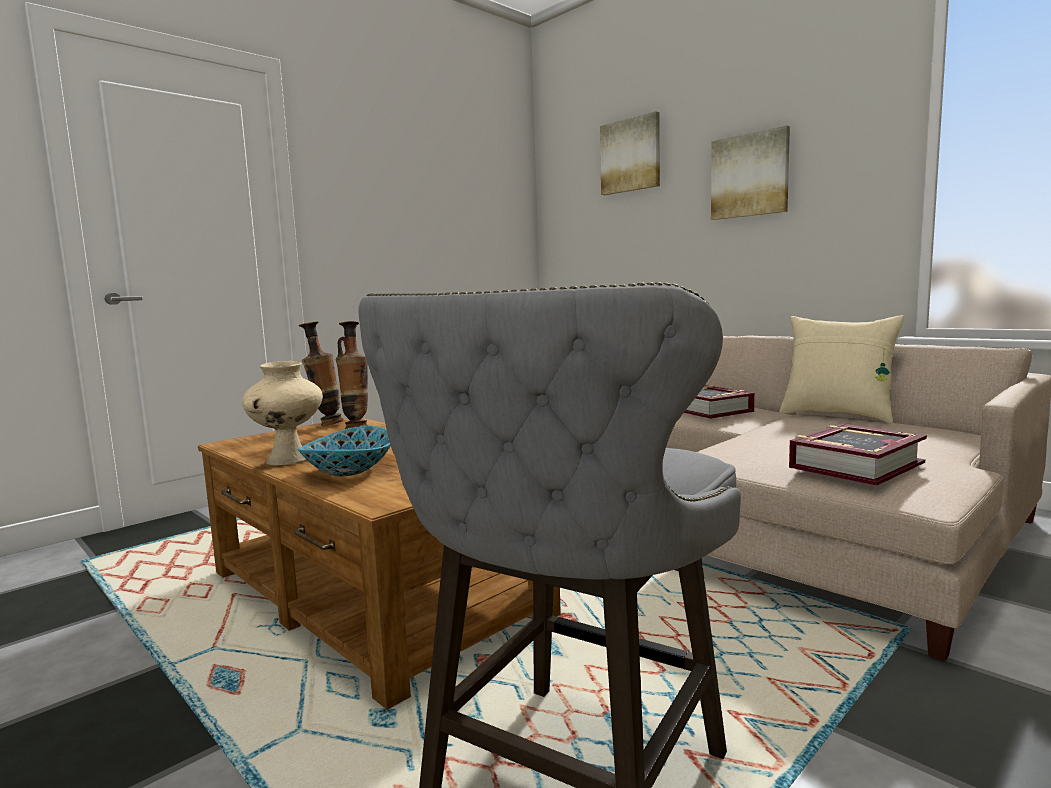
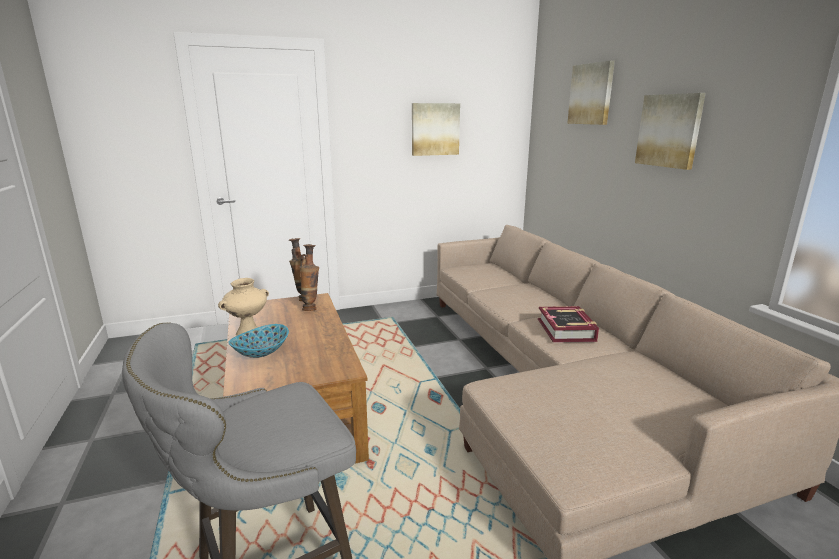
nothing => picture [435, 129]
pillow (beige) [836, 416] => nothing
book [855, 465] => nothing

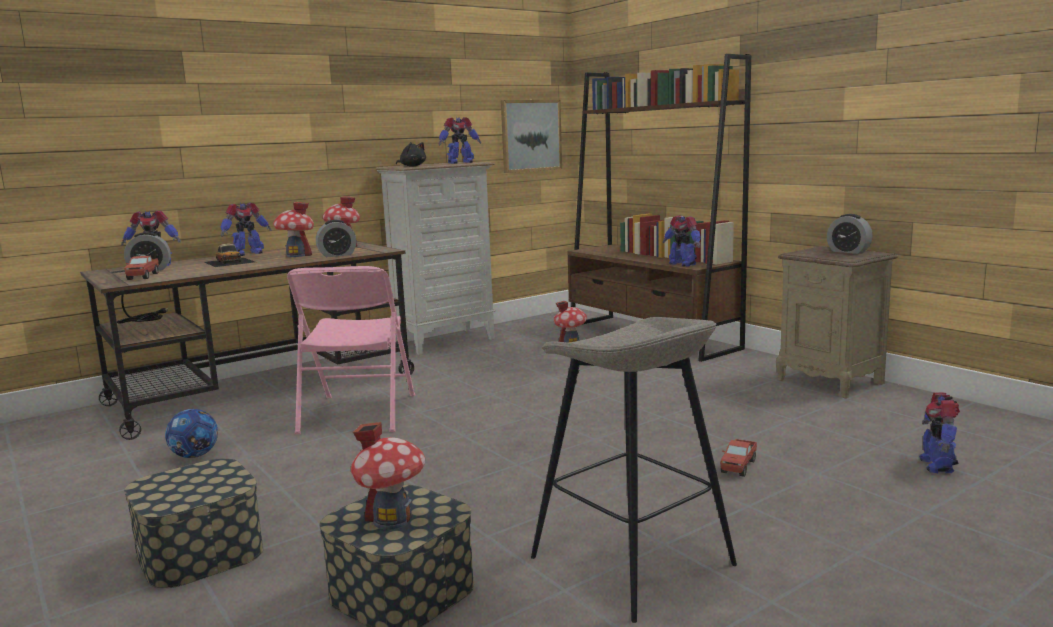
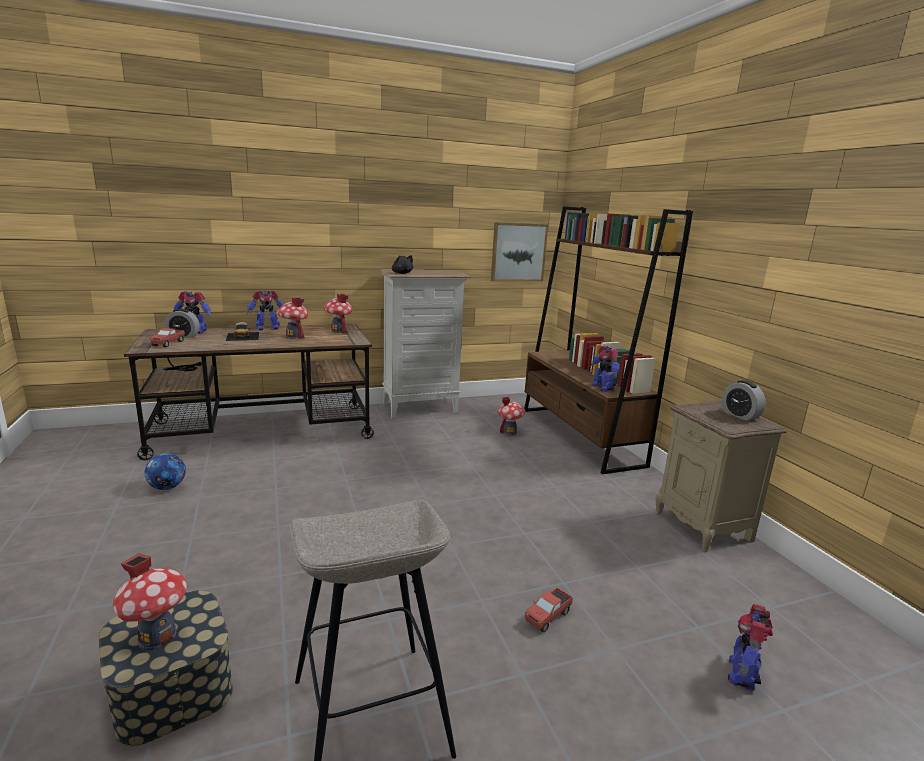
storage box [200, 552] => nothing
chair (pink) [358, 414] => nothing
alarm clock [337, 255] => nothing
toy robot [459, 163] => nothing

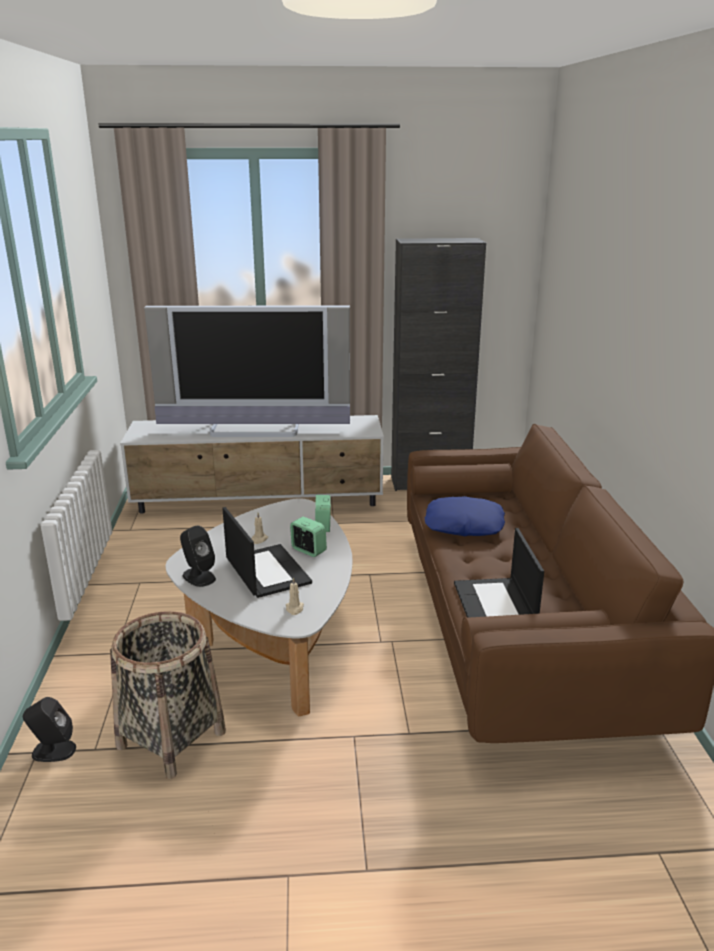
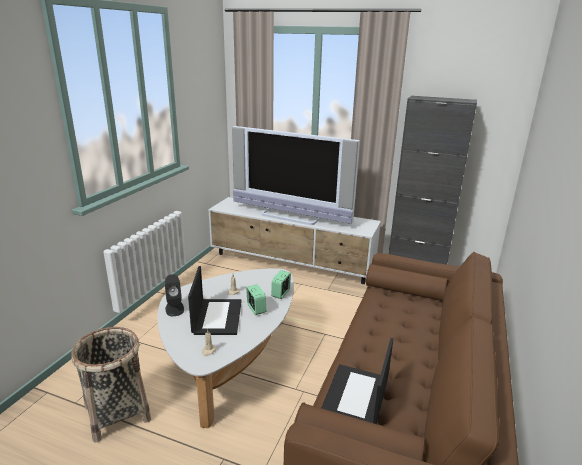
speaker (black) [53, 751] => nothing
pillow (blue) [464, 525] => nothing

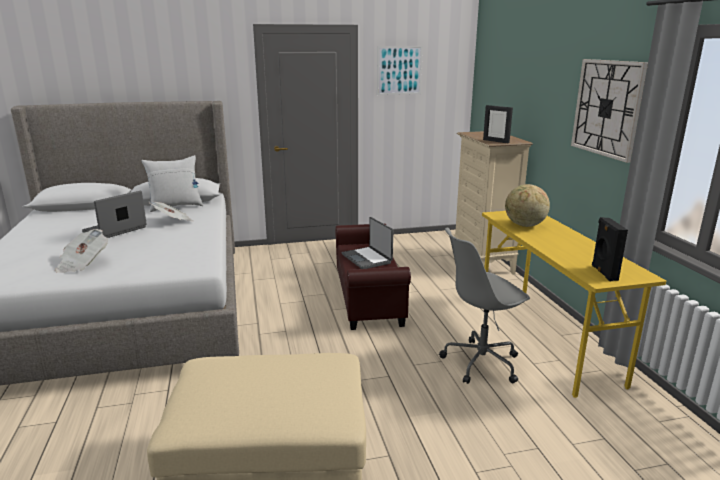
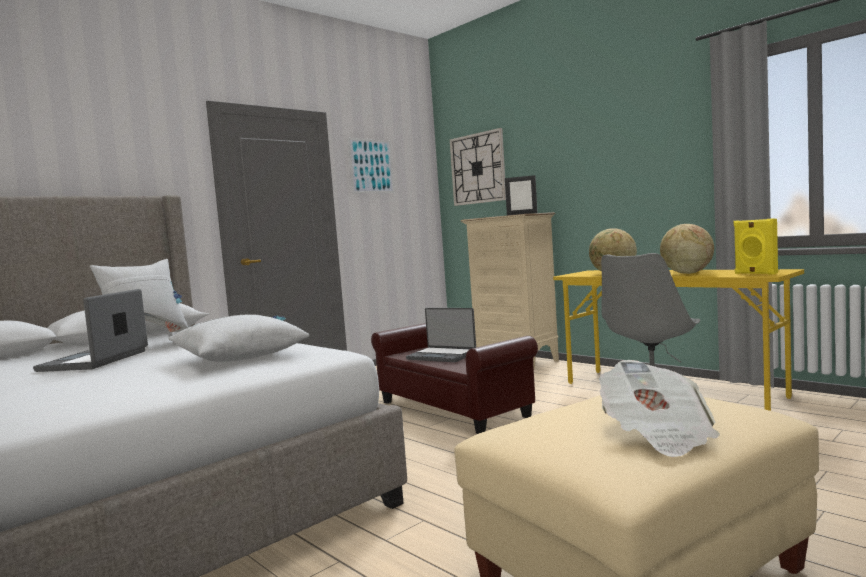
nothing => pillow (grey) [239, 357]
wall clock [607, 108] => wall clock [478, 168], move
newspaper [83, 264] => newspaper [657, 435], move
nothing => globe [687, 273]
speaker (black) [603, 273] => speaker (yellow) [755, 273]

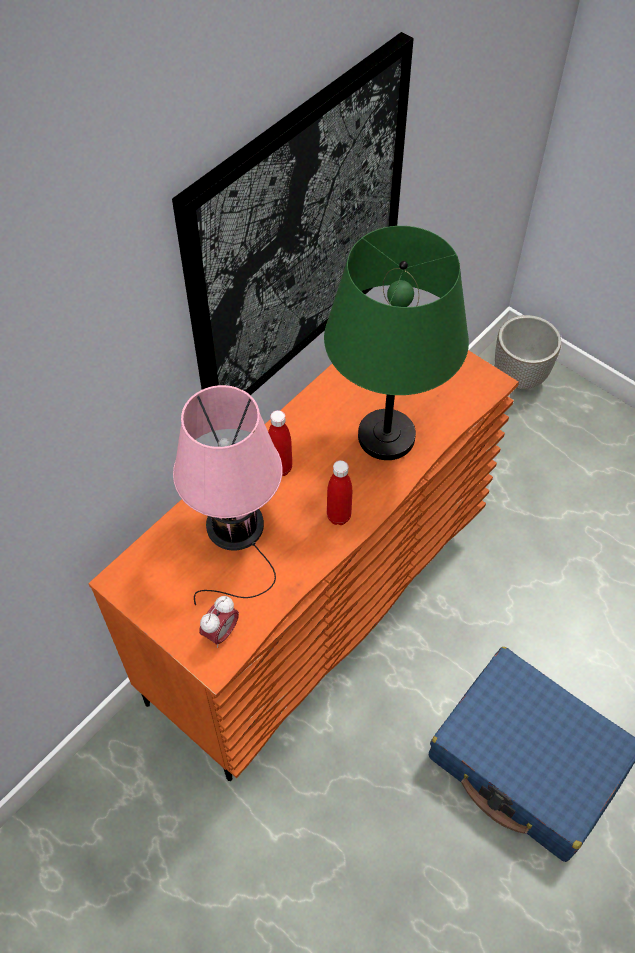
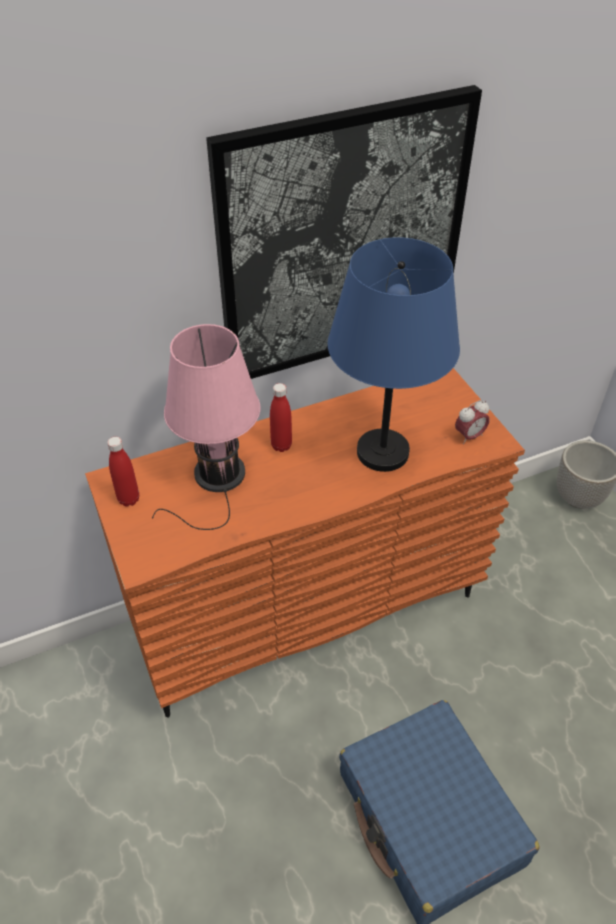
bottle (red) [338, 516] => bottle (red) [129, 499], move
table lamp (green) [387, 437] => table lamp (blue) [383, 453]
alarm clock [221, 632] => alarm clock [469, 436], move

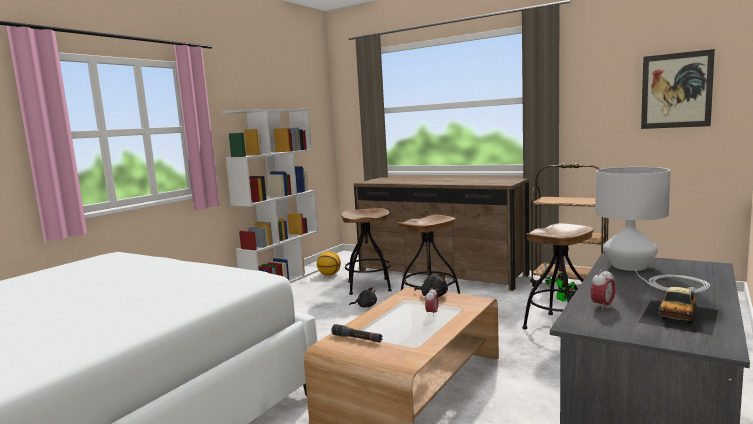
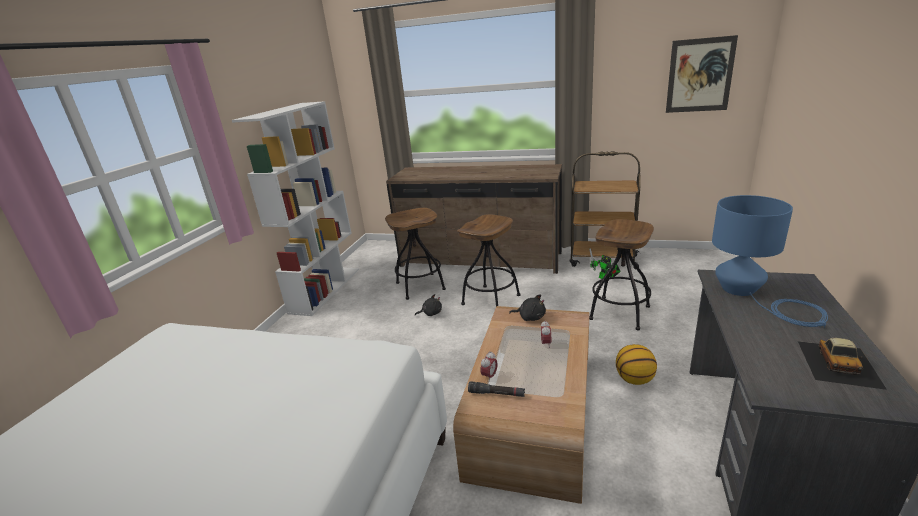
alarm clock [602, 306] => alarm clock [489, 376], move
basketball [329, 274] => basketball [634, 379], move
table lamp (white) [646, 273] => table lamp (blue) [760, 297]

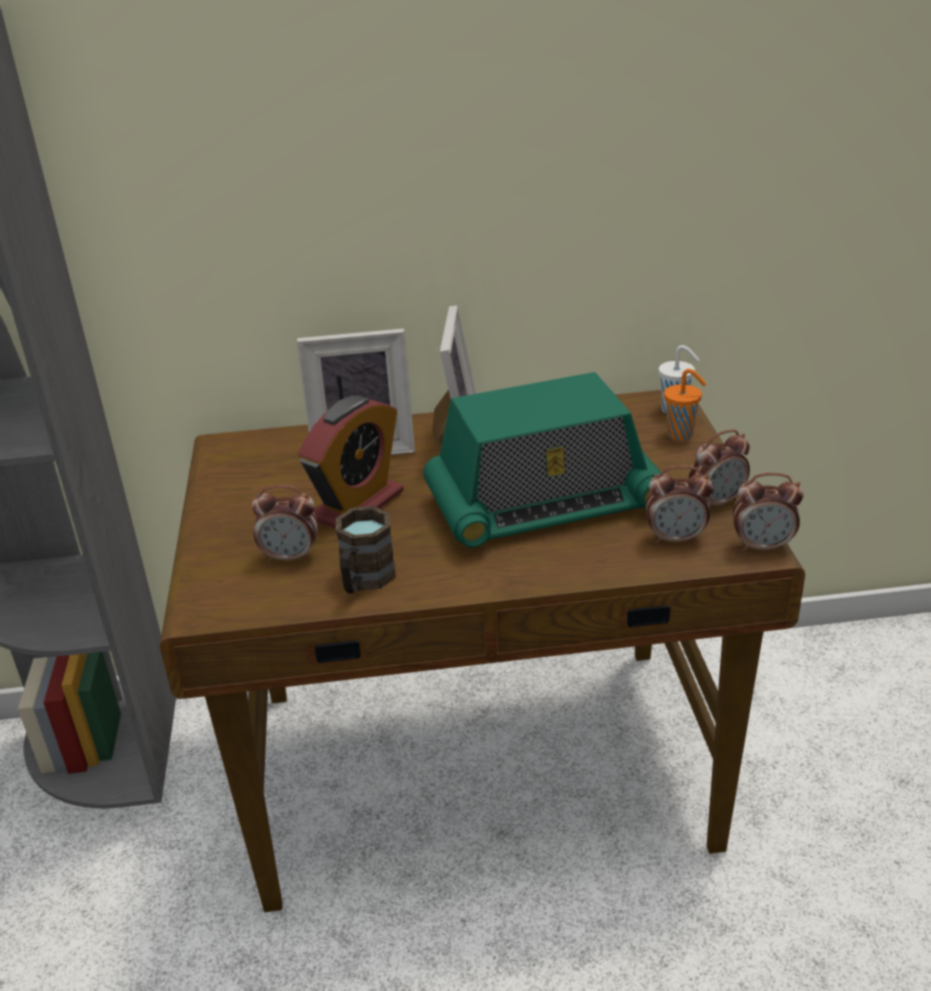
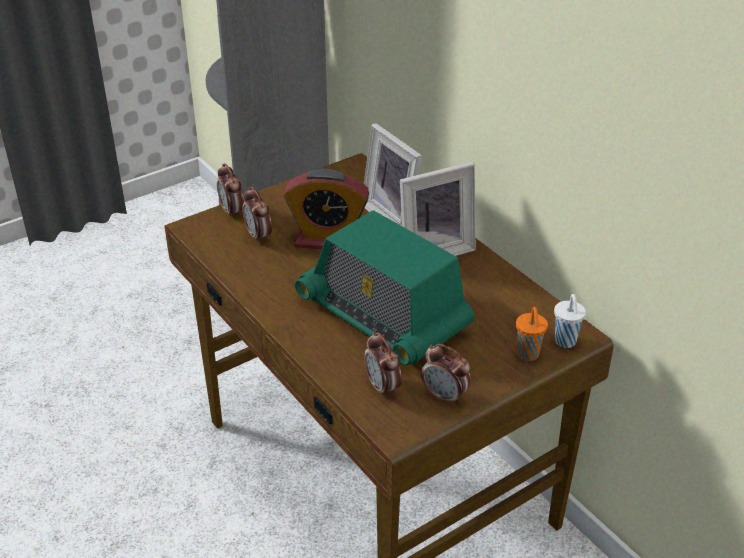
alarm clock [762, 547] => alarm clock [232, 212], move
mug (brown) [364, 581] => nothing

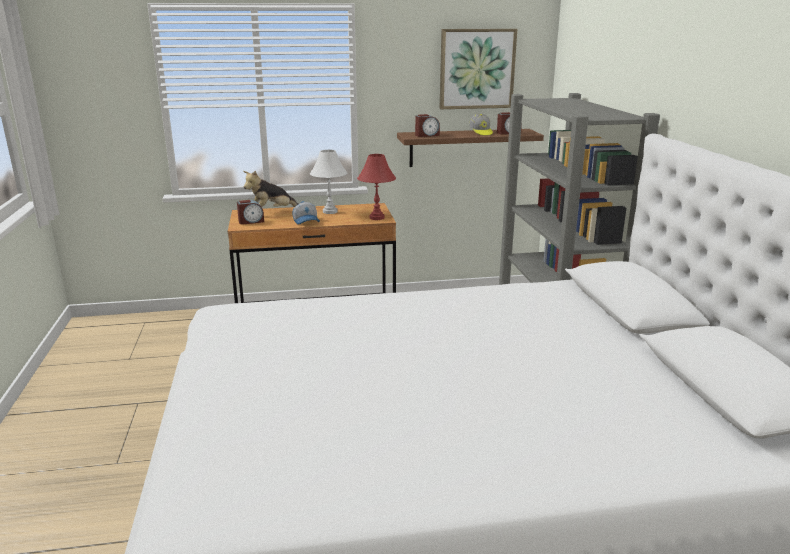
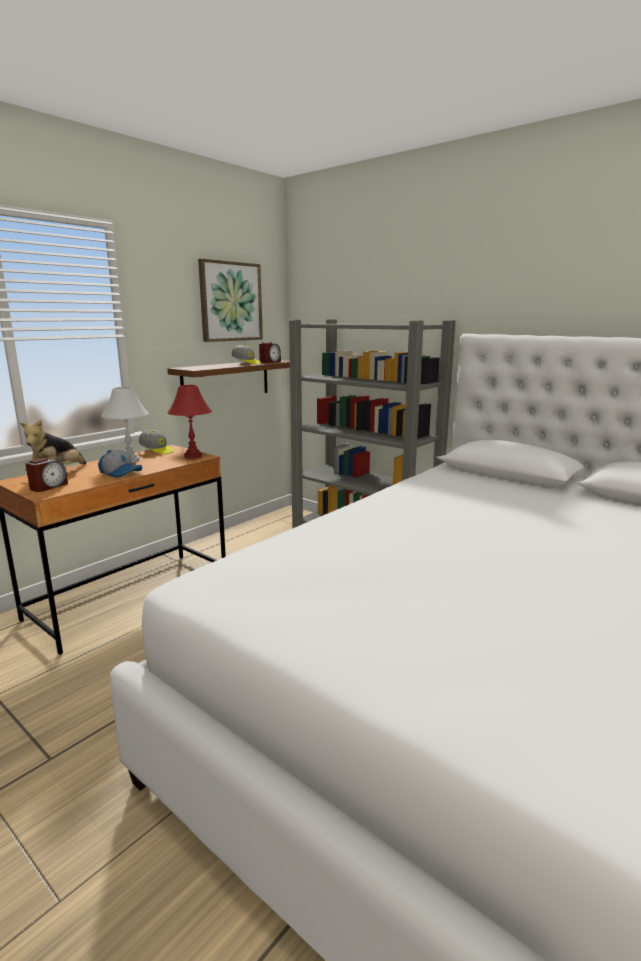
nothing => cap [157, 451]
alarm clock [427, 135] => nothing

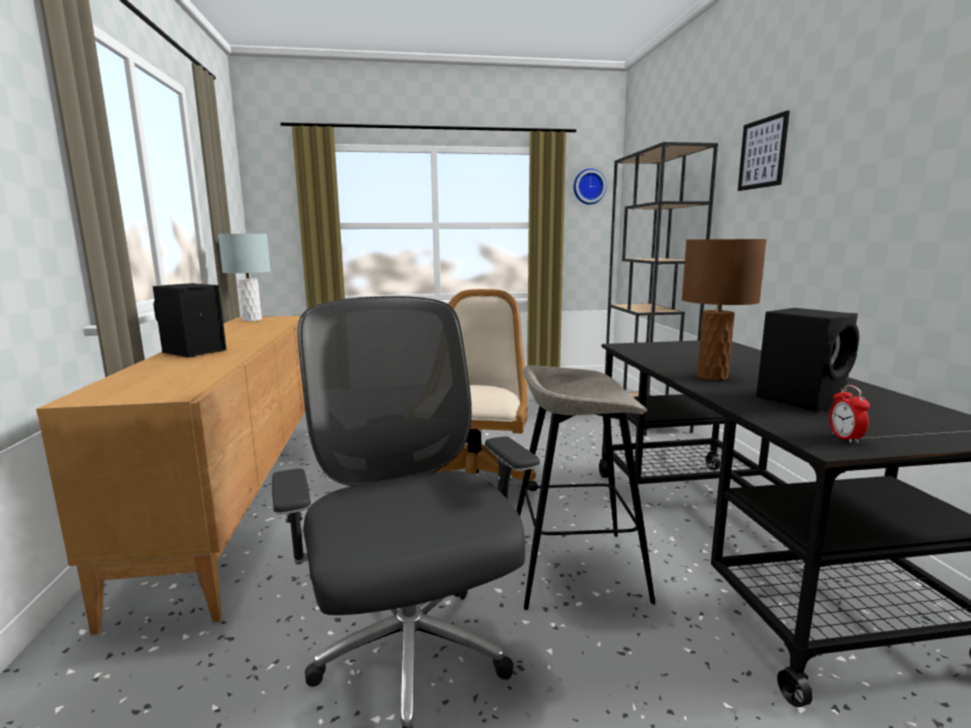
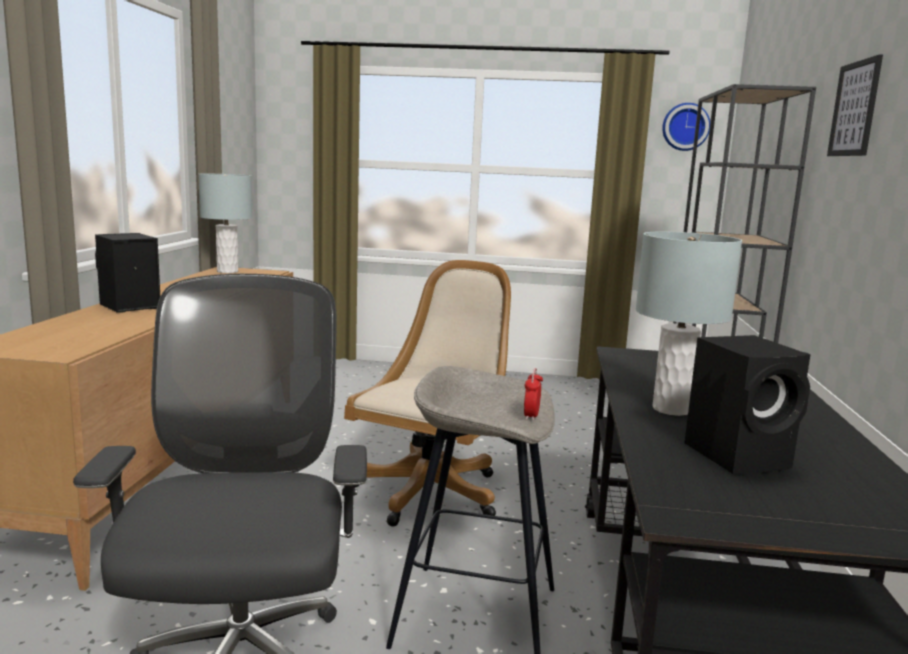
alarm clock [845, 438] => alarm clock [531, 416], move
table lamp (brown) [712, 377] => table lamp (grey) [670, 409]

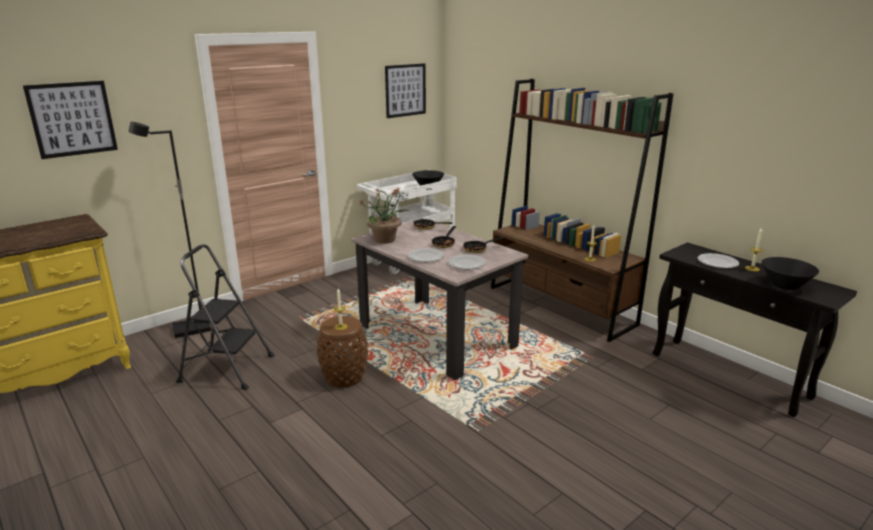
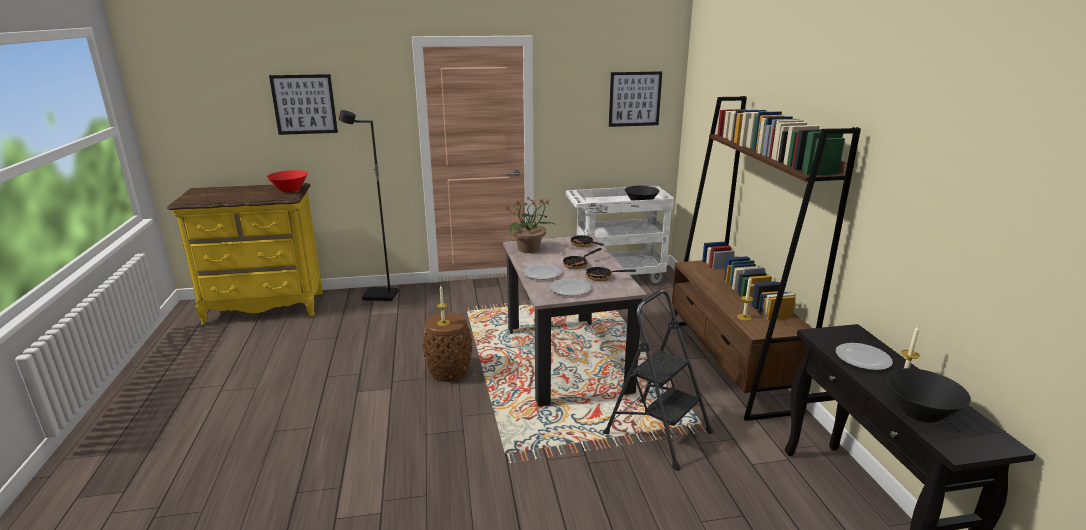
nothing => bowl (red) [290, 190]
step ladder (black) [224, 367] => step ladder (black) [655, 430], move

